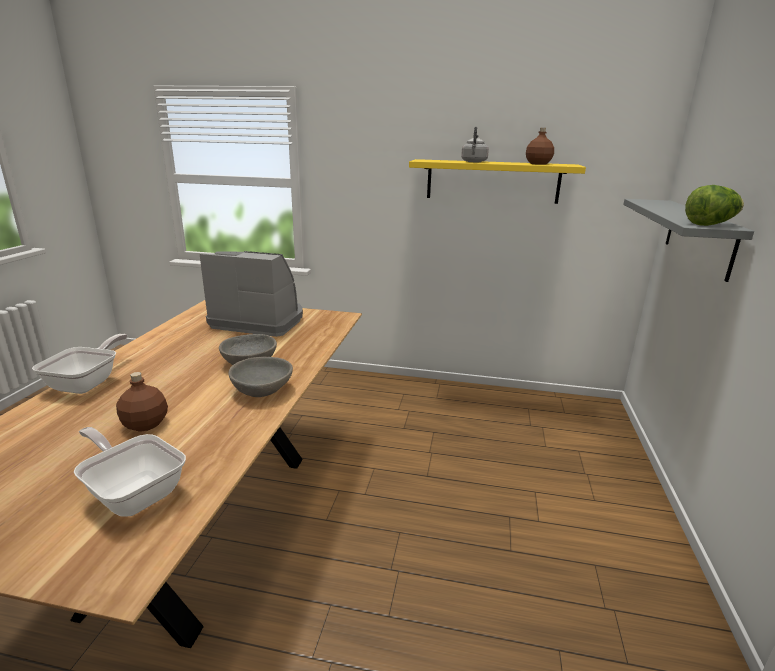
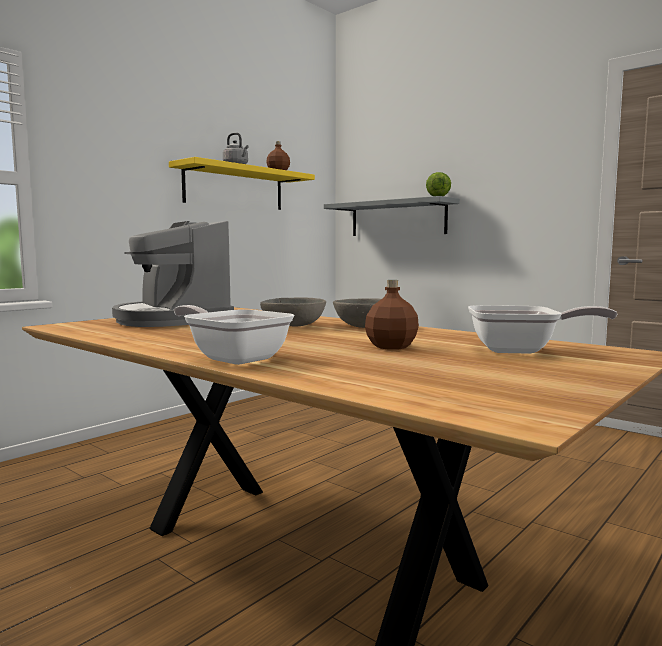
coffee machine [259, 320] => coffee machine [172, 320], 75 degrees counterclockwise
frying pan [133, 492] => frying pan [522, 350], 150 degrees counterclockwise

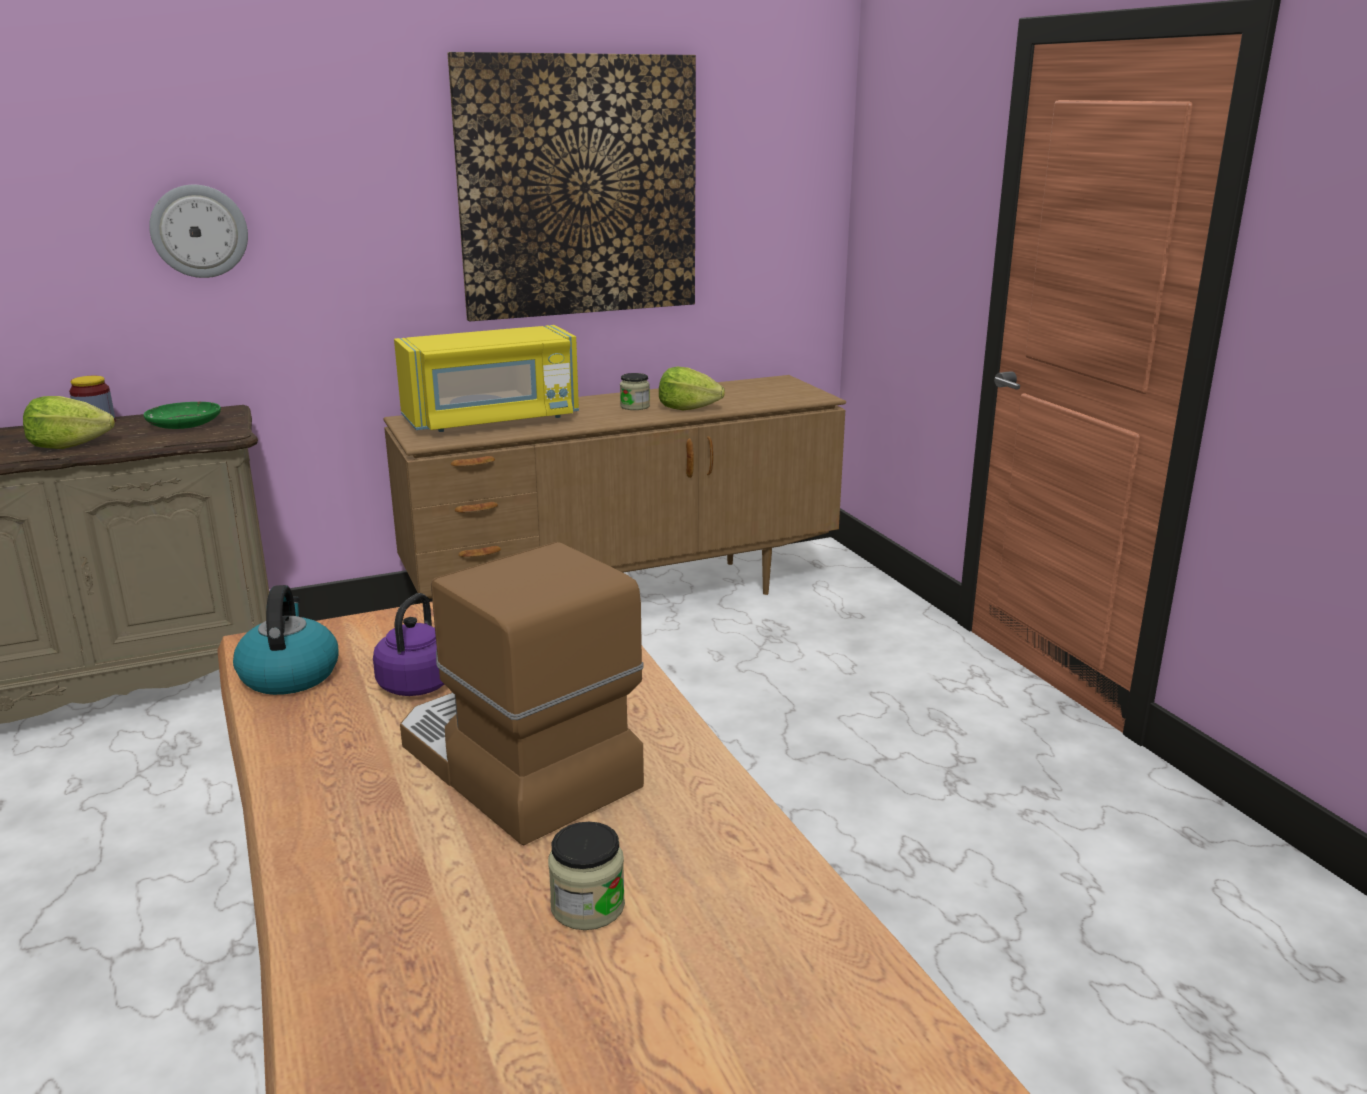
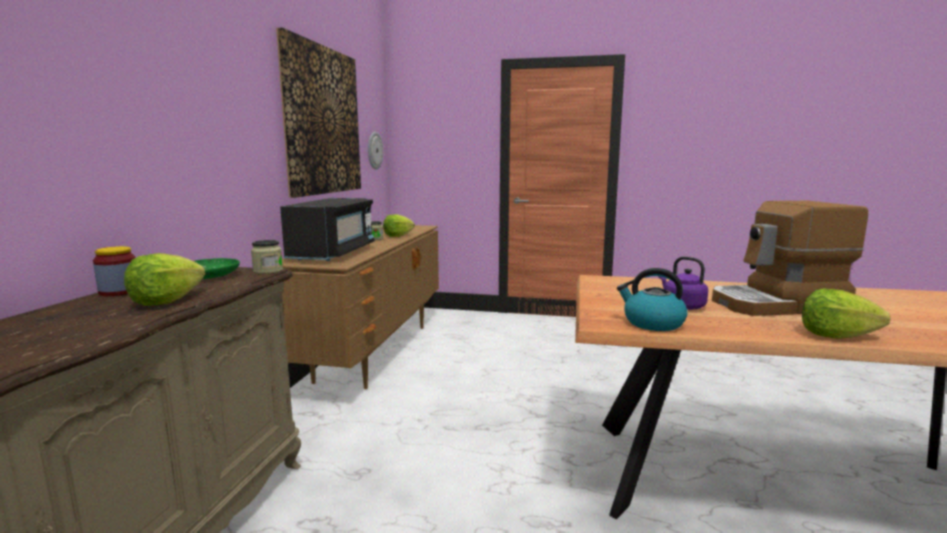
jar [587, 906] => jar [268, 271], move
microwave (yellow) [492, 420] => microwave (black) [333, 253]
wall clock [199, 231] => wall clock [374, 150], move
nothing => lettuce [836, 335]

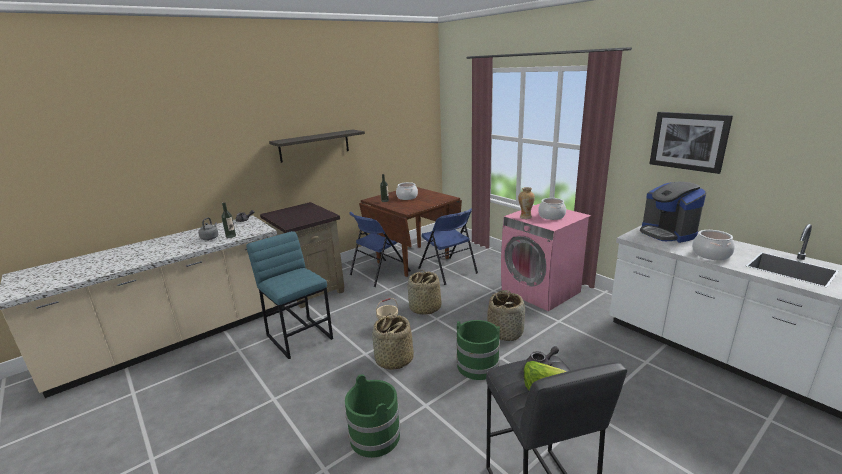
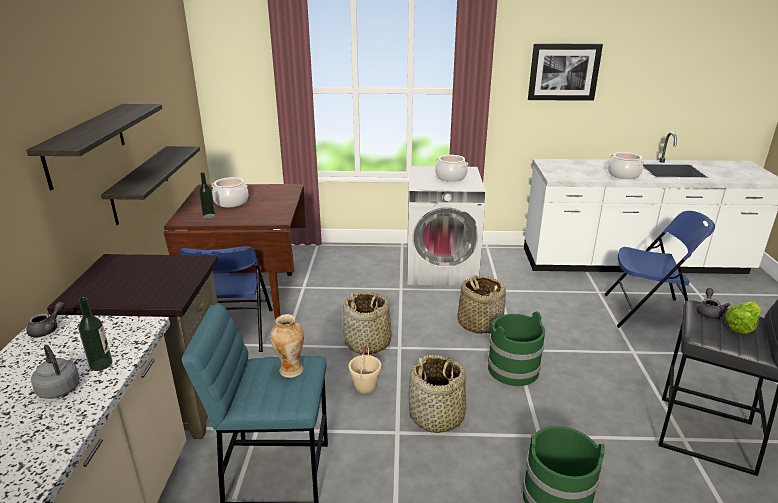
nothing => shelf [140, 184]
vase [525, 217] => vase [290, 370], move
washing machine (pink) [542, 291] => washing machine (white) [441, 268]
chair (blue) [447, 270] => chair (blue) [647, 313], move
coffee machine [667, 233] => nothing

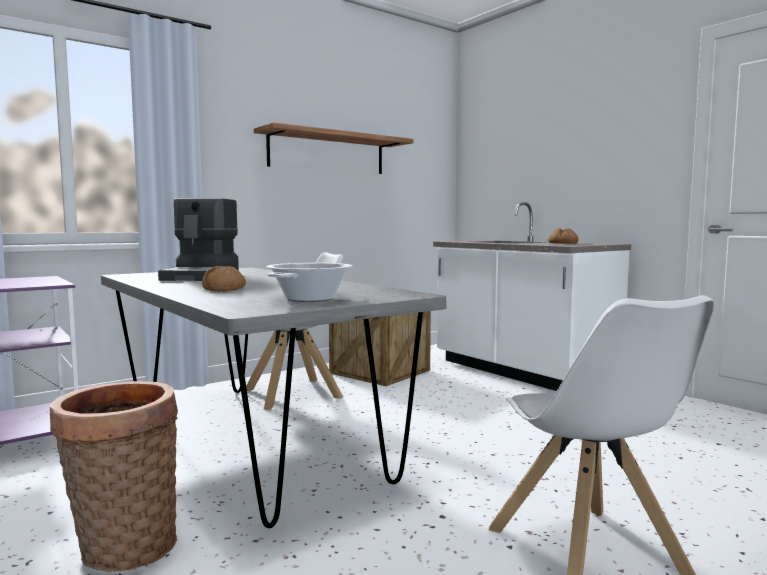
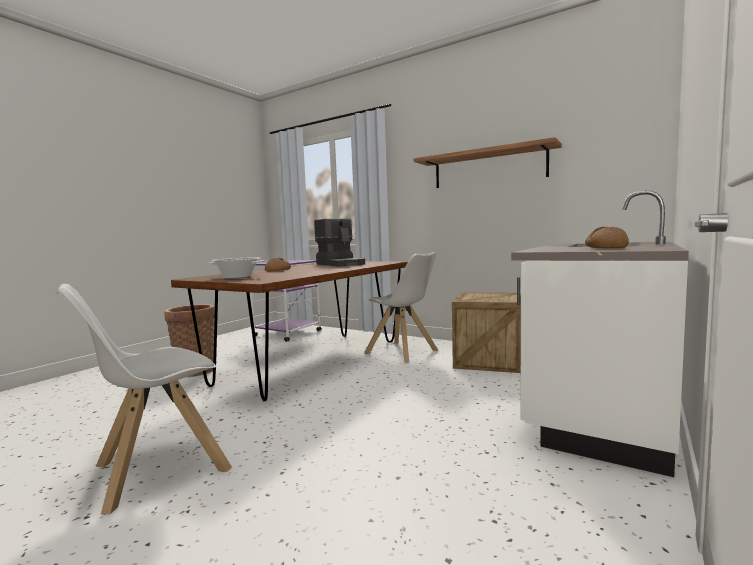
dining table (grey) [247, 440] => dining table (brown) [313, 360]
coffee machine [203, 276] => coffee machine [340, 264], 105 degrees counterclockwise

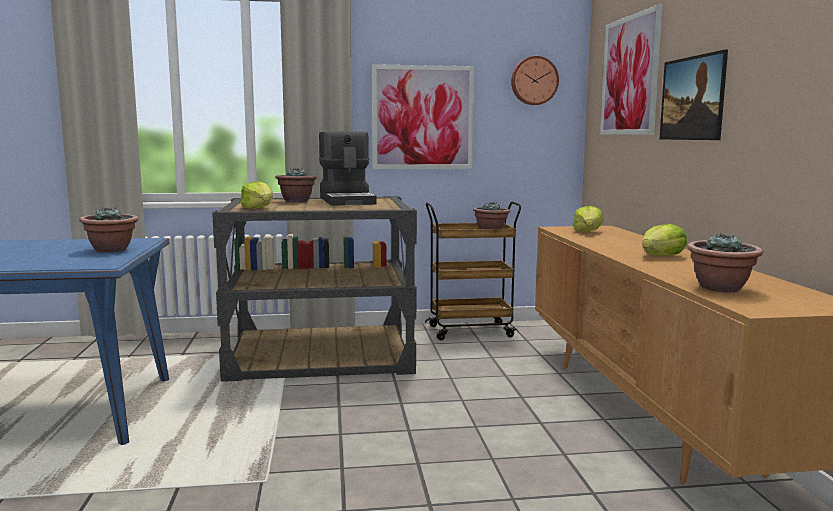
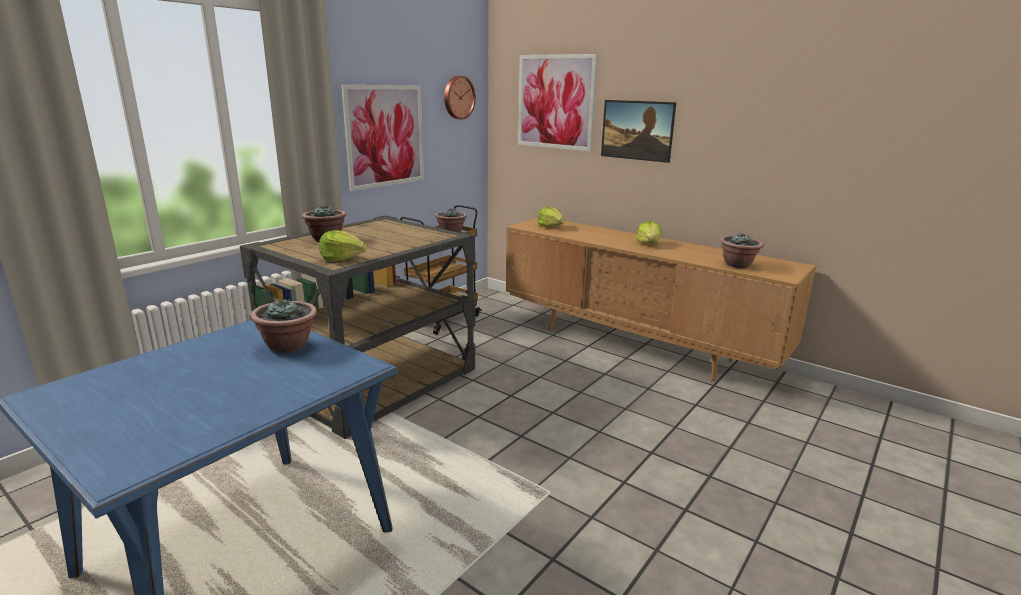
coffee machine [348, 201] => nothing

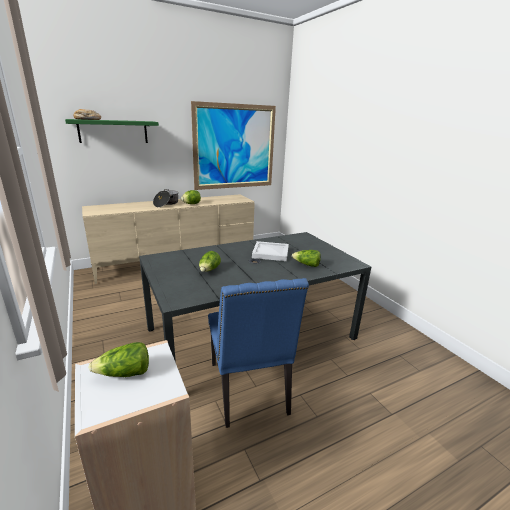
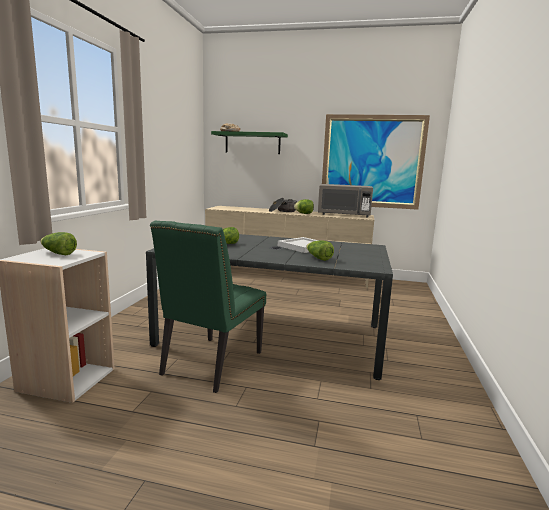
chair (blue) [247, 386] => chair (green) [213, 362]
nothing => microwave (grey) [344, 215]

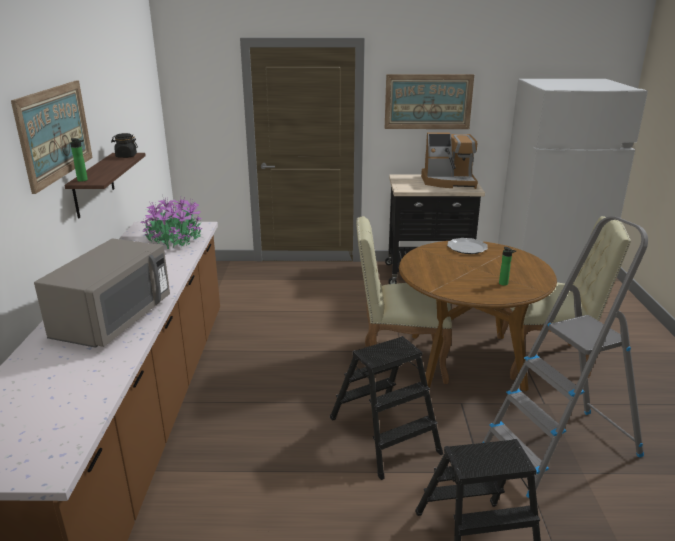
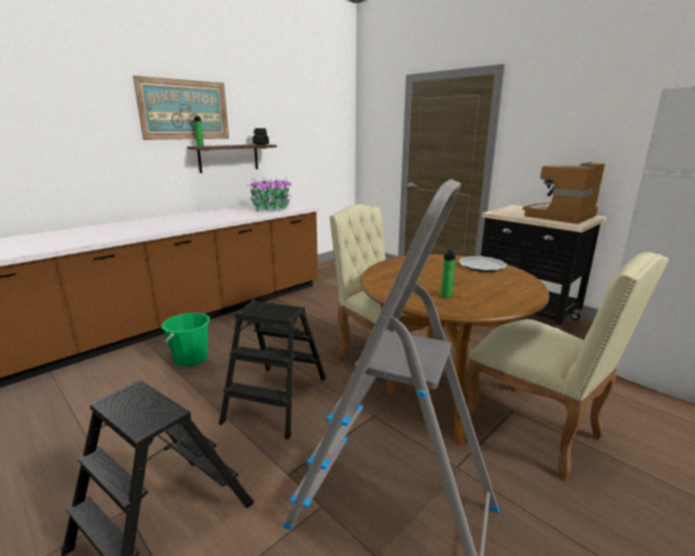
nothing => bucket (green) [191, 358]
coffee machine [449, 182] => coffee machine [560, 216], 90 degrees clockwise
microwave (grey) [113, 320] => nothing
picture [428, 101] => nothing

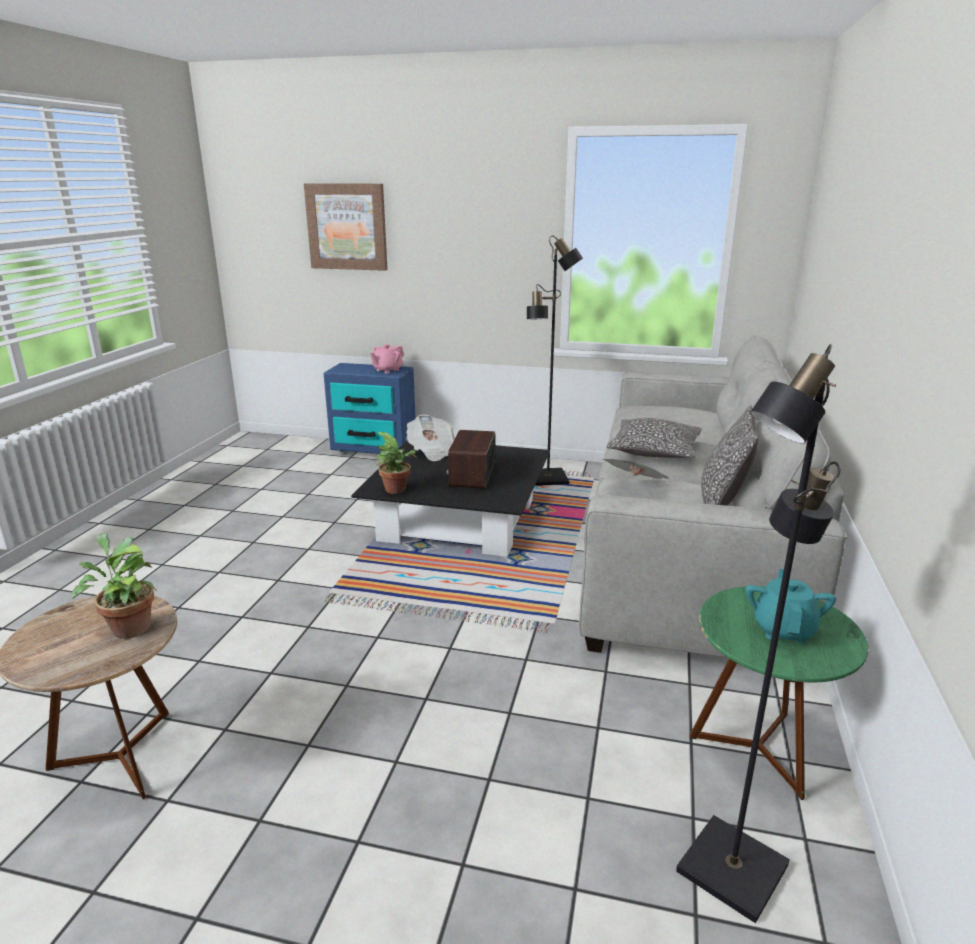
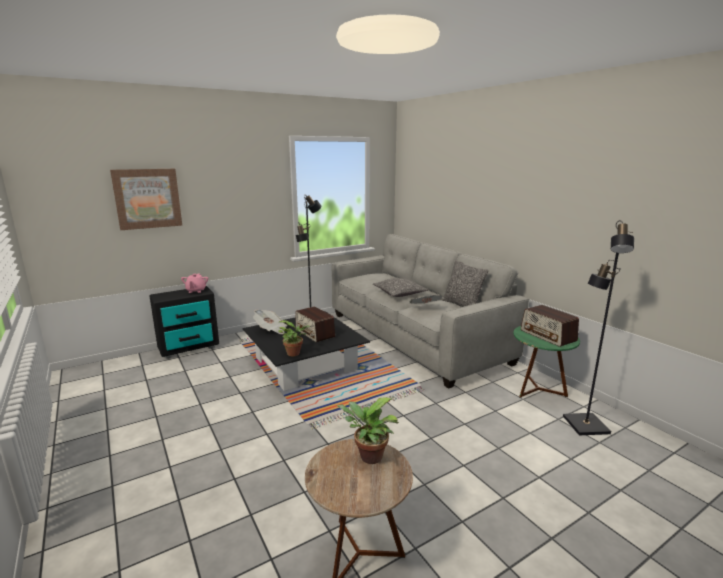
nightstand (blue) [373, 452] => nightstand (black) [189, 349]
teapot (turquoise) [783, 630] => radio [548, 336]

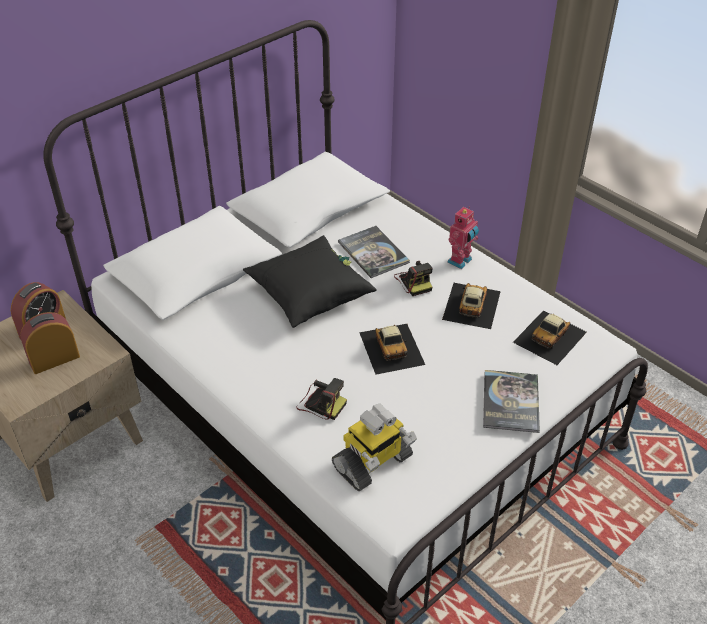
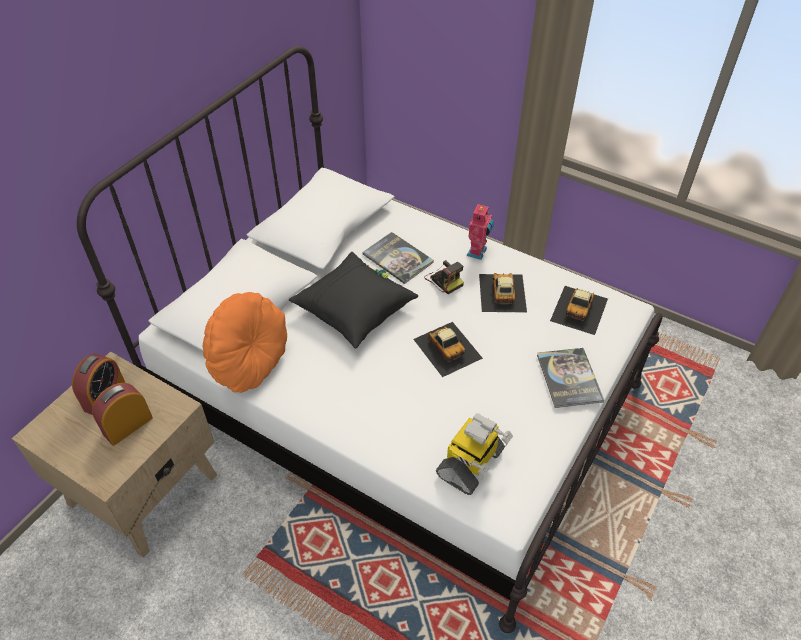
nothing => pillow (orange) [252, 368]
photo camera [321, 403] => nothing

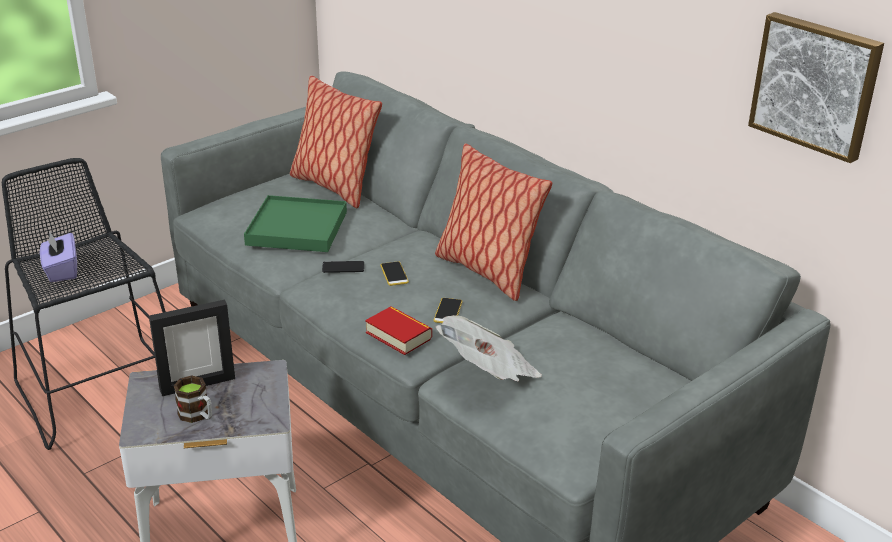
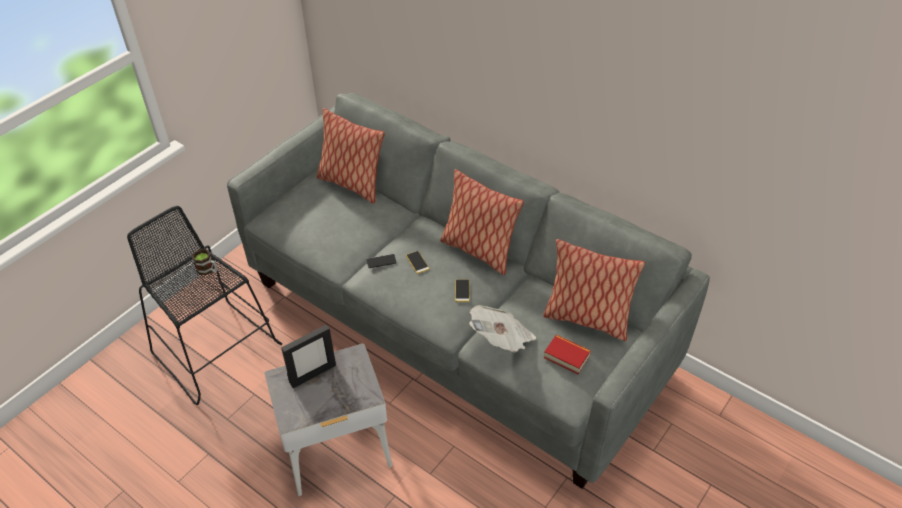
mug [198, 415] => mug [208, 270], move
nothing => pillow [586, 319]
book [398, 335] => book [566, 356], move
tissue box (purple) [61, 271] => nothing
tray (green) [297, 228] => nothing
picture [816, 85] => nothing

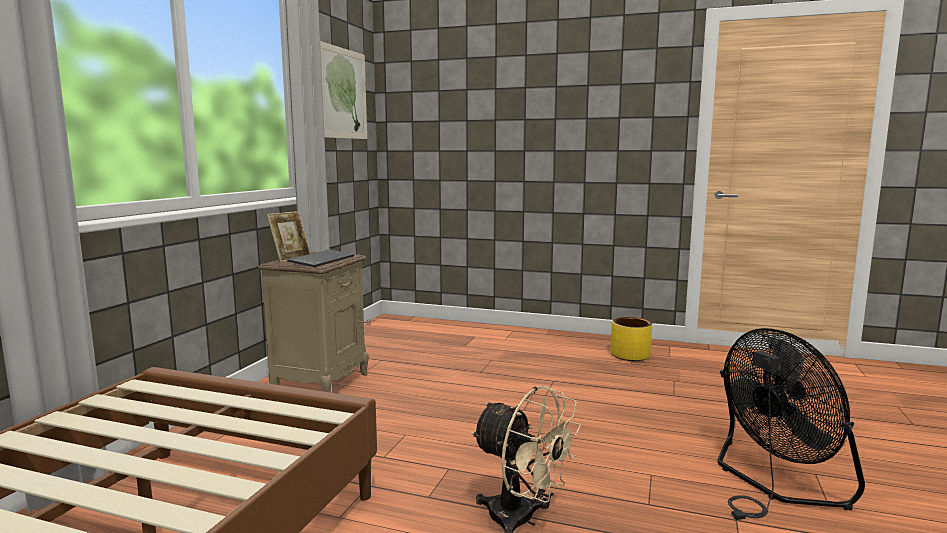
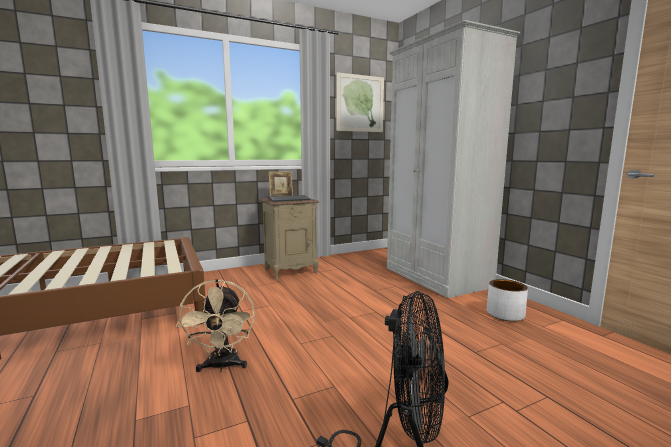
nothing => wardrobe (white) [436, 277]
planter (yellow) [630, 355] => planter (white) [505, 314]

